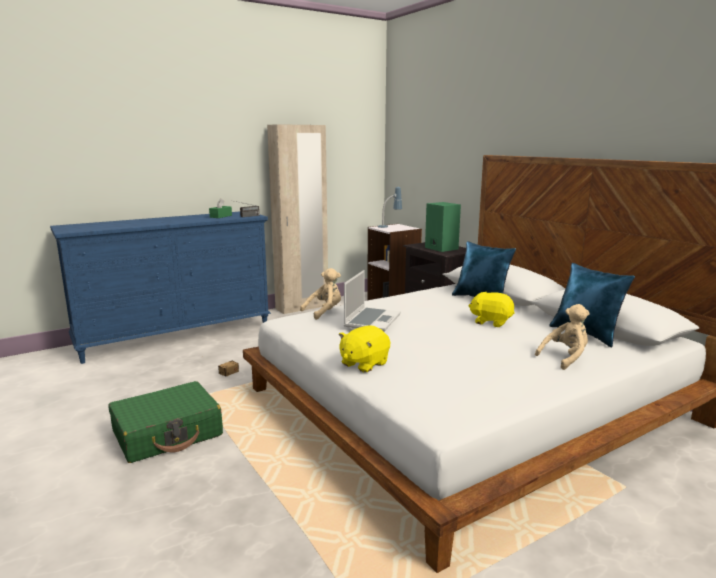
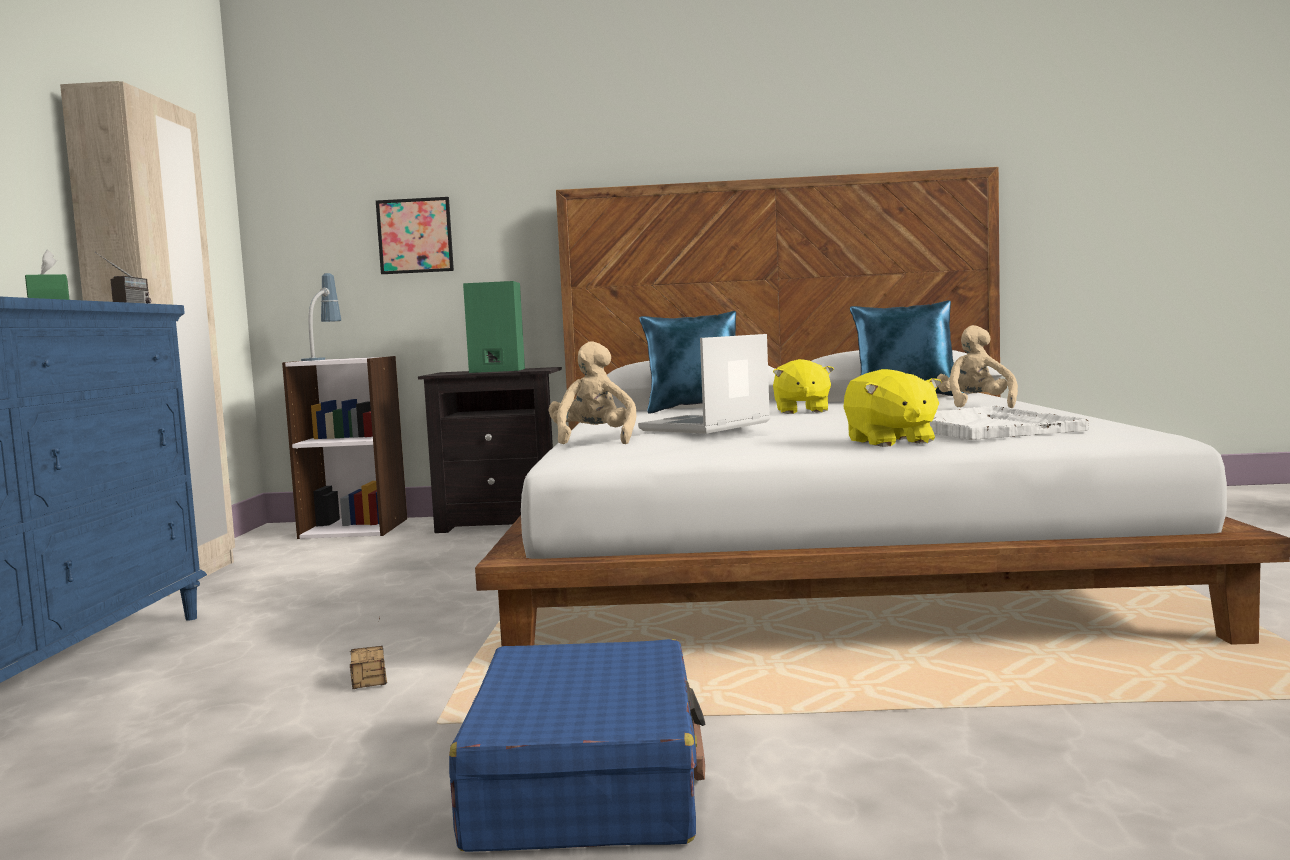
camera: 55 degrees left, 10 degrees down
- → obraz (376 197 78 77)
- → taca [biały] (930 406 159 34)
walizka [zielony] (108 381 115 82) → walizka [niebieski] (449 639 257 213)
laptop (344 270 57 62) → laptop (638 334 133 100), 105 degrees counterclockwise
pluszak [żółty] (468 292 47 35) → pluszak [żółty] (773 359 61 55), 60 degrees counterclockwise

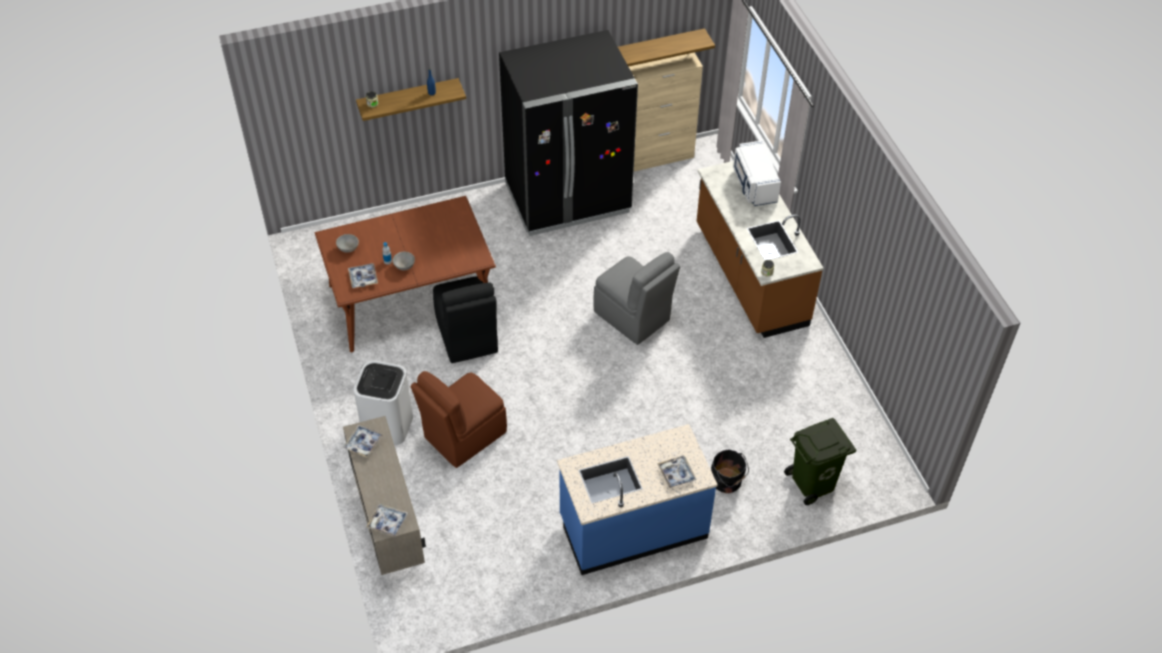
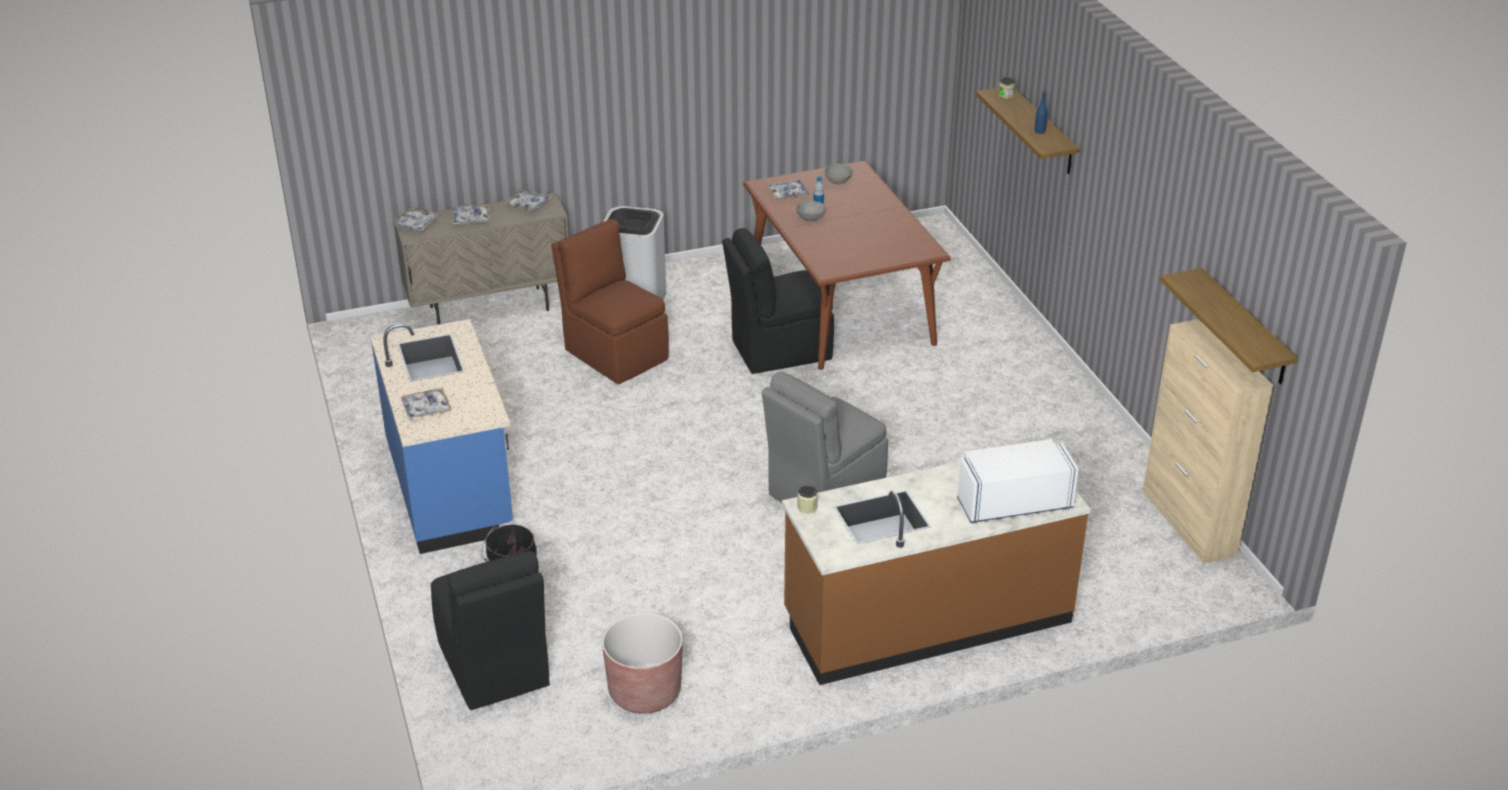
camera: 90 degrees right, 15 degrees down
lodówka [czarny] (499 30 139 206) → -
- → taca (452 205 37 19)
- → donica [brązowy] (602 613 81 101)
kosz na śmieci [zielony] (784 418 72 87) → krzesło [czarny] (431 551 119 159)

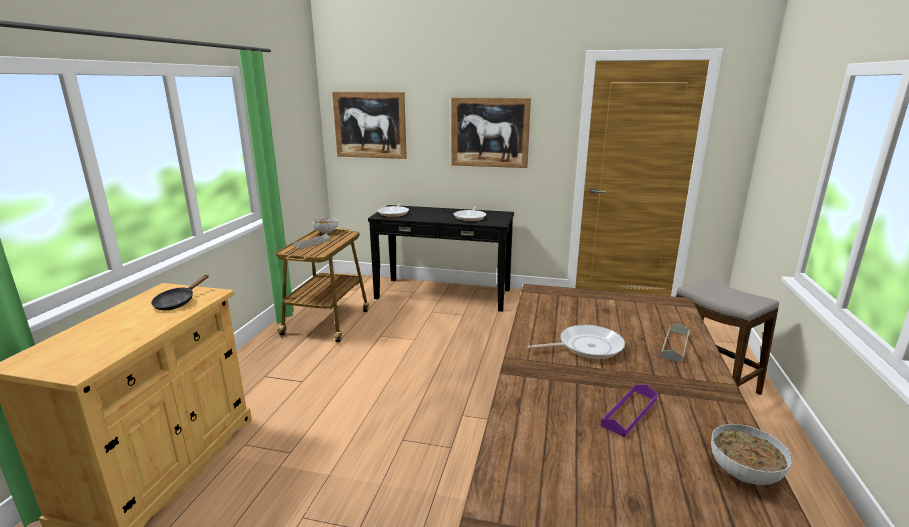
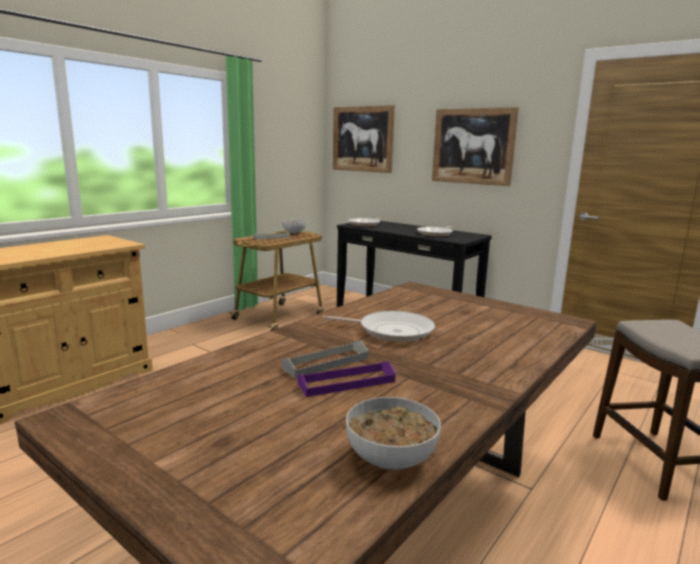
camera: 25 degrees right, 5 degrees down
patelnia [czarny] (151 275 58 35) → -
taca [szary] (661 324 29 38) → taca [szary] (281 340 88 38), shifted

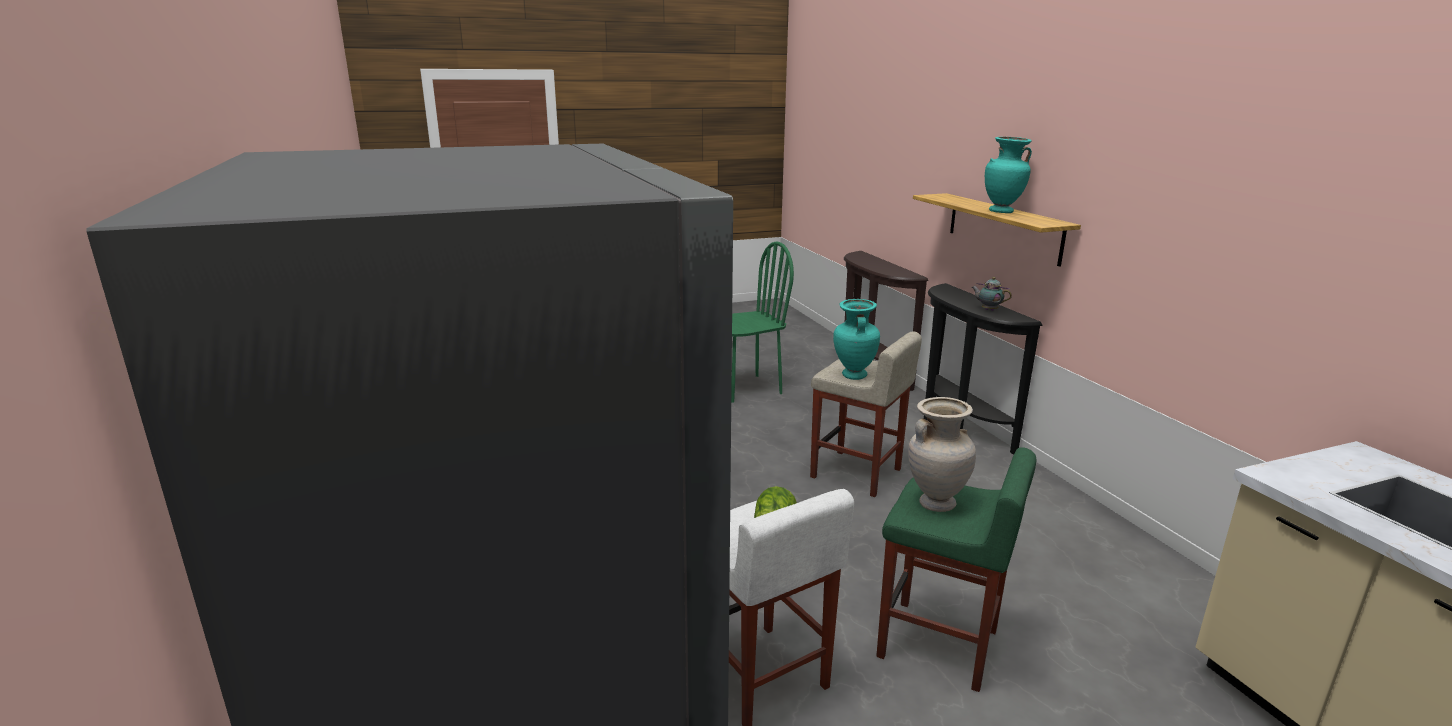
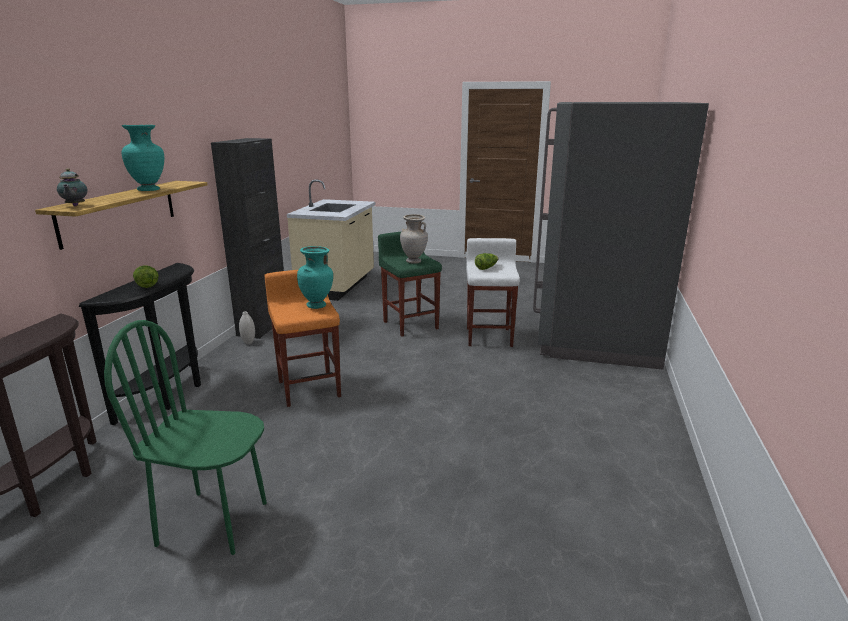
camera: 145 degrees left, 0 degrees up
- → sałata (133 265 26 23)
- → szafka [czarny] (211 138 73 201)
- → wazon [biały] (239 311 16 33)
imbryk (971 277 41 34) → imbryk (57 168 31 38), shifted
stołek [beżowy] (810 331 112 166) → stołek [pomarańczowy] (265 269 76 138)

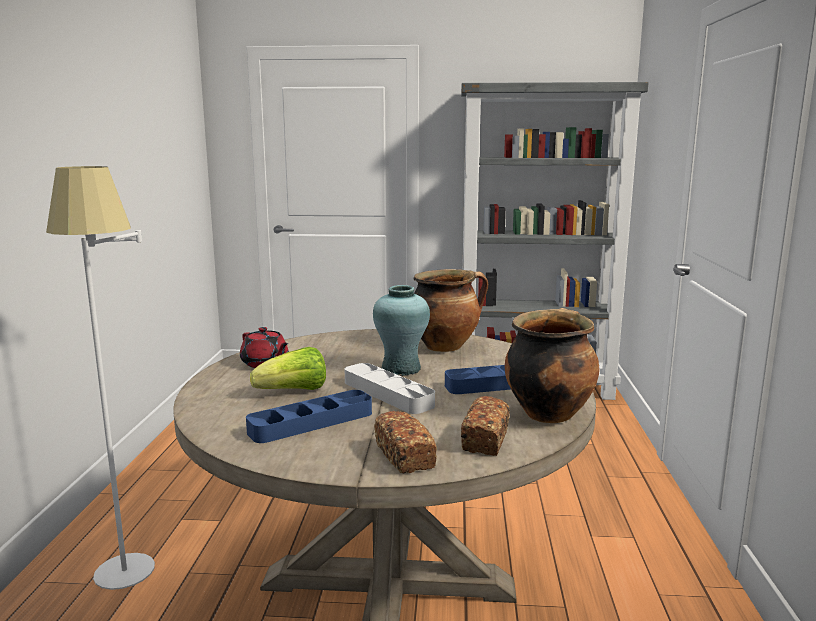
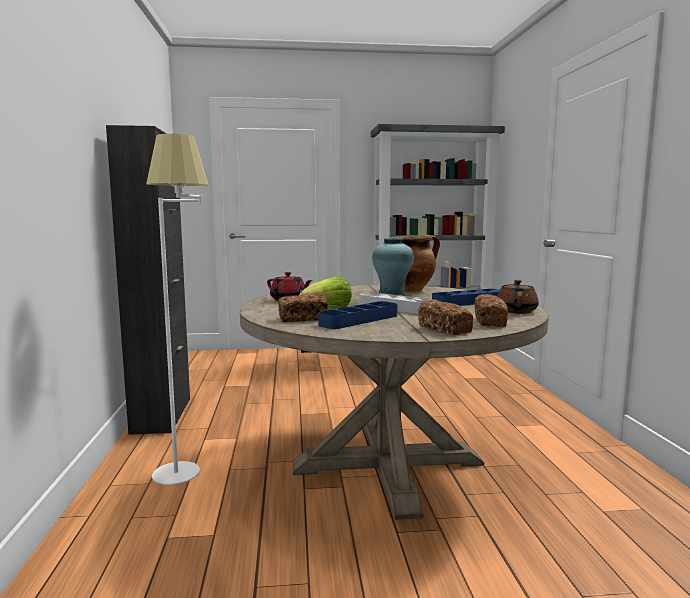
camera: 10 degrees left, 5 degrees down
- → szafka [czarny] (106 125 84 310)
- → chleb (278 293 50 29)
garnek (505 308 95 115) → imbryk [brązowy] (497 280 42 34)

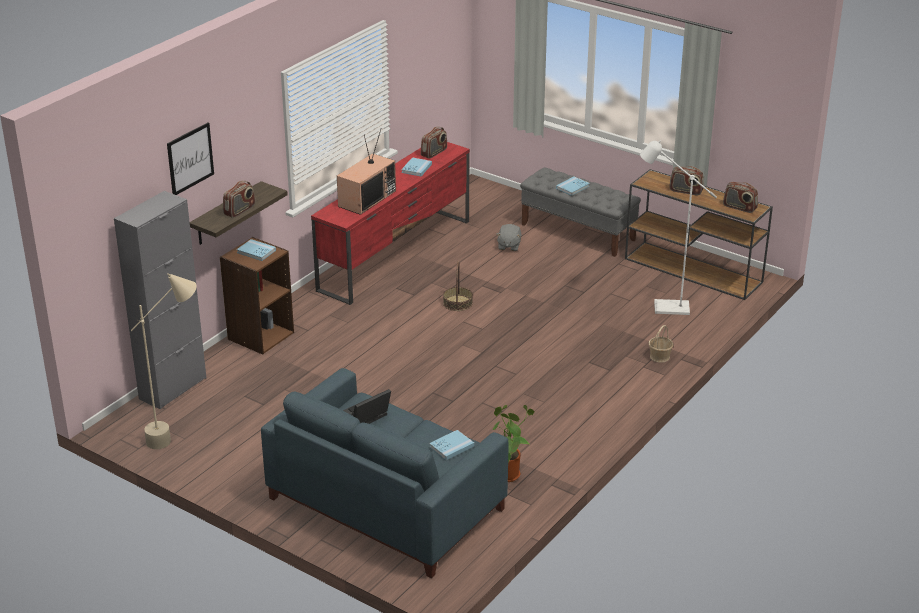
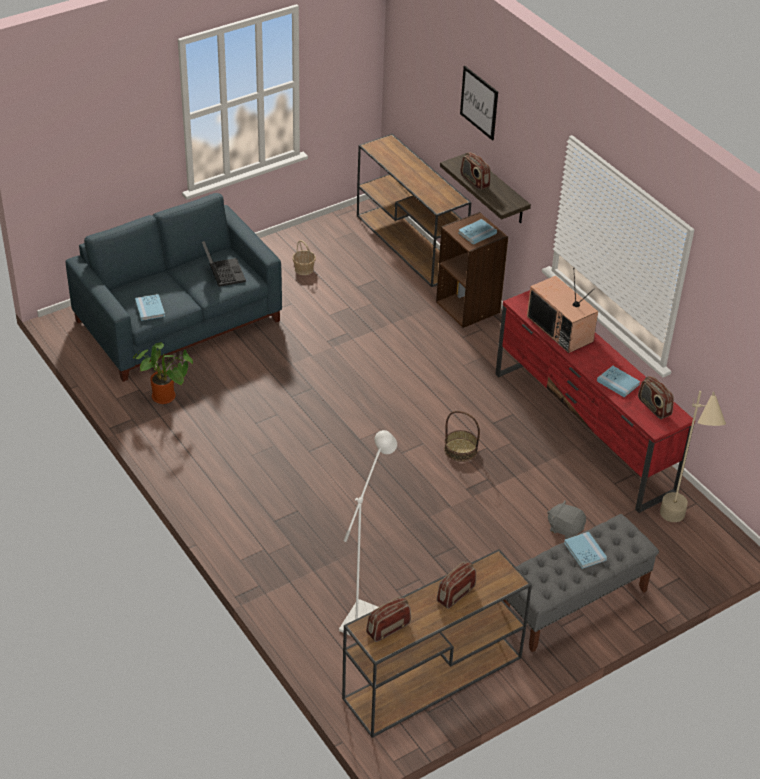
camera: 110 degrees right, 10 degrees up
lampa stojąca [beżowy] (131 273 66 176) → lampa stojąca [beżowy] (660 391 66 131), shifted
koszyk (649 325 25 38) → koszyk (292 240 24 35), shifted
szafka [szary] (114 191 92 219) → stolik konsolowy [brązowy] (357 134 114 153)

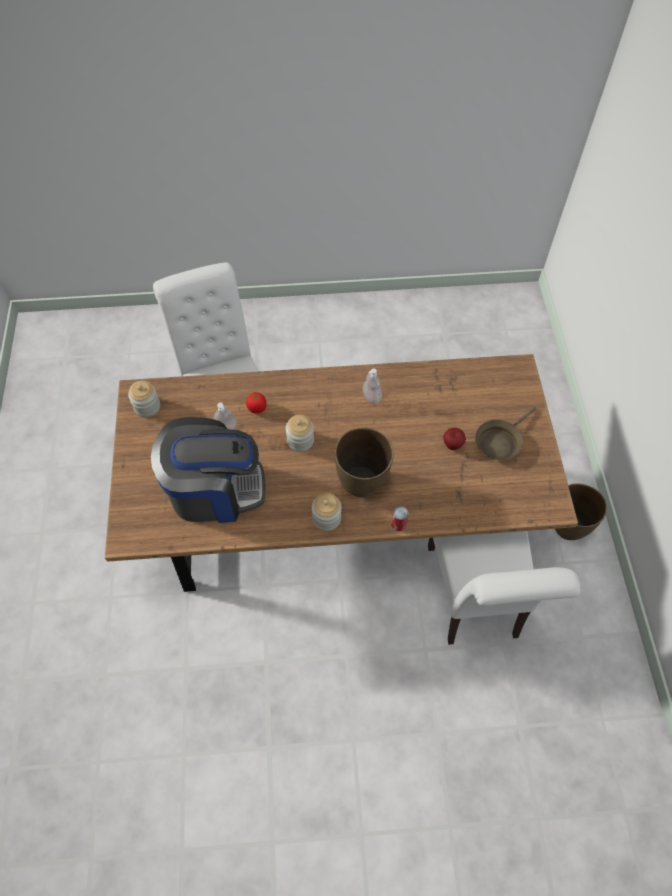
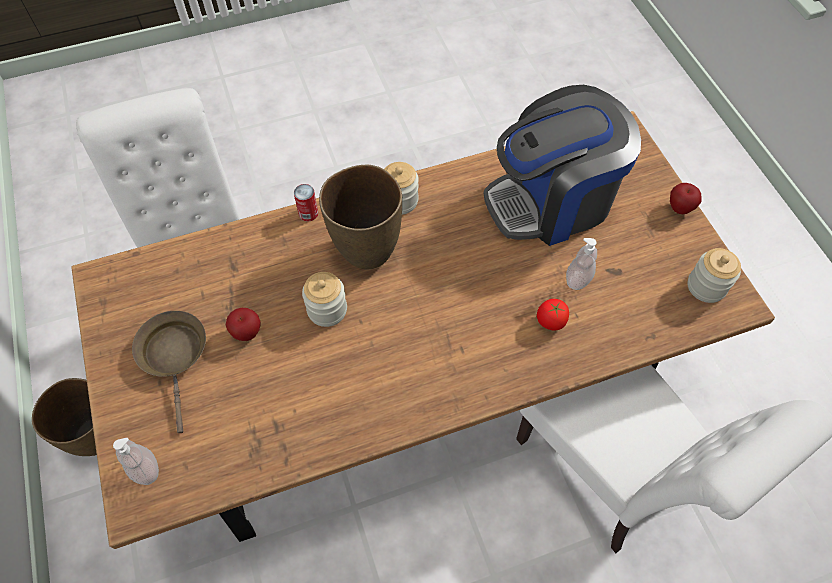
camera: 165 degrees right, 0 degrees up
- → jabłko (670 183 32 31)
słoik (286 415 28 37) → słoik (302 272 45 55), shifted
dozownik mydła (363 369 19 35) → dozownik mydła (113 438 46 47), shifted
patelnia [brązowy] (475 407 61 53) → patelnia [brązowy] (132 311 74 122), 45 degrees counterclockwise

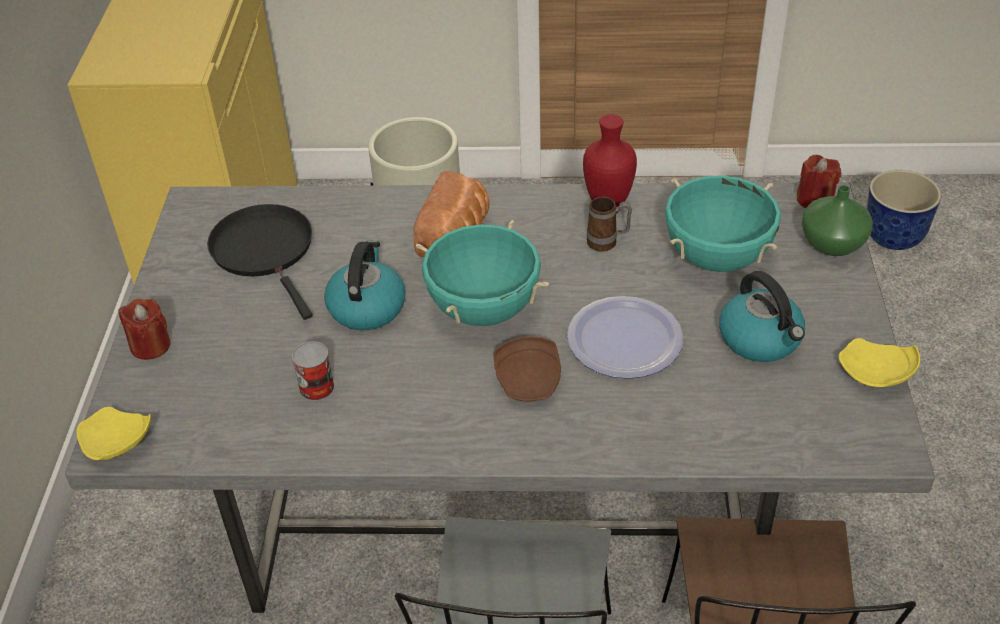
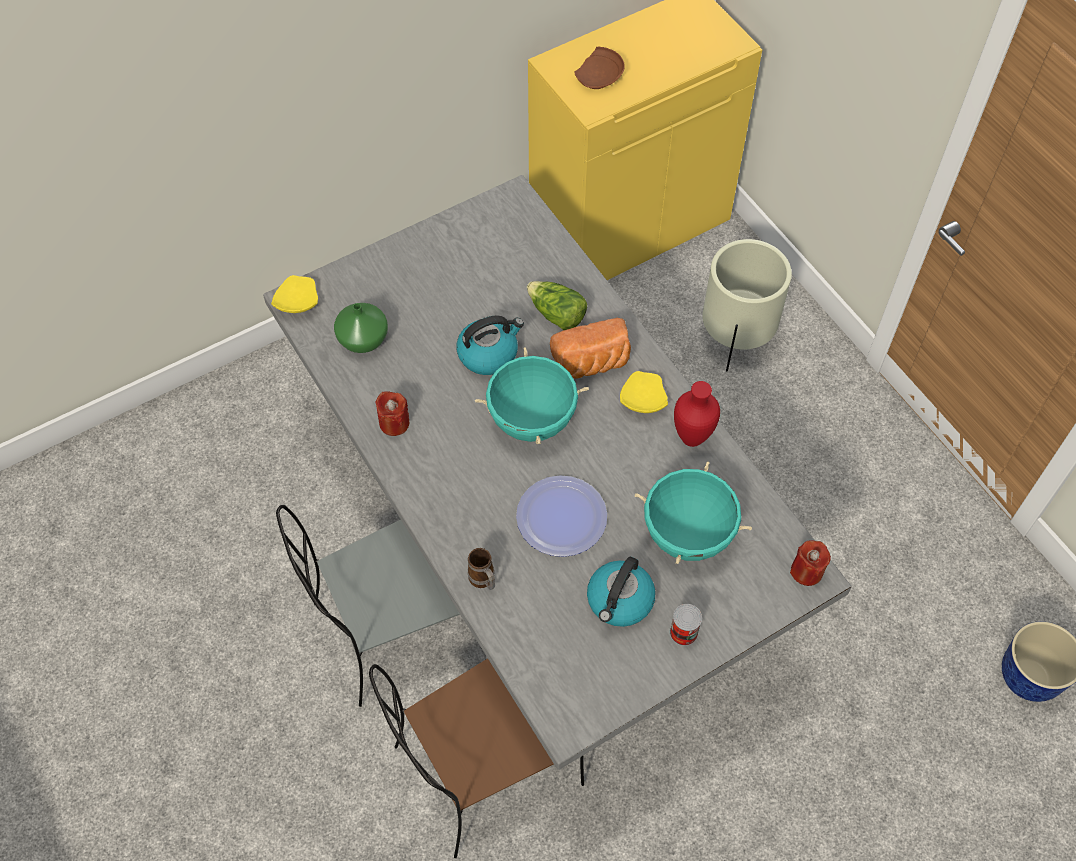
camera: 55 degrees right, 15 degrees up
patelnia [czarny] (207 204 106 116) → -
- → sałata (527 281 60 49)
świeca [czerwony] (118 299 53 61) → świeca [czerwony] (375 391 34 45), shifted
puszka (292 341 42 60) → puszka (670 604 32 42), shifted
talerz [brązowy] (494 336 67 66) → talerz [brązowy] (574 47 51 42), shifted
kubek (587 197 45 55) → kubek (468 548 27 42), shifted
wazon [zielony] (802 185 71 71) → wazon [zielony] (334 303 54 50), shifted
talerz [żółty] (839 338 81 49) → talerz [żółty] (620 371 48 42), shifted

